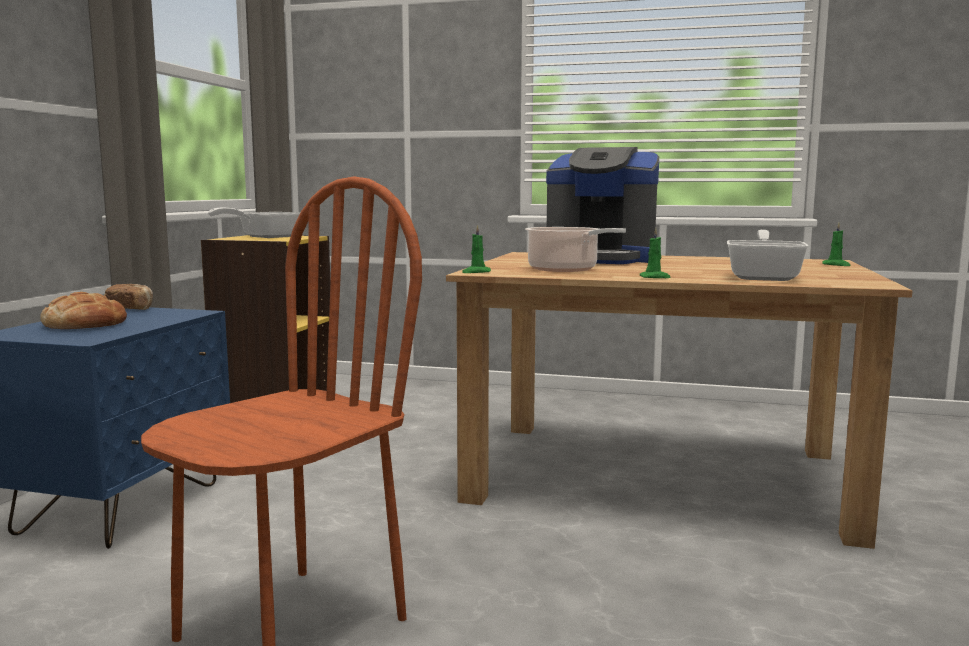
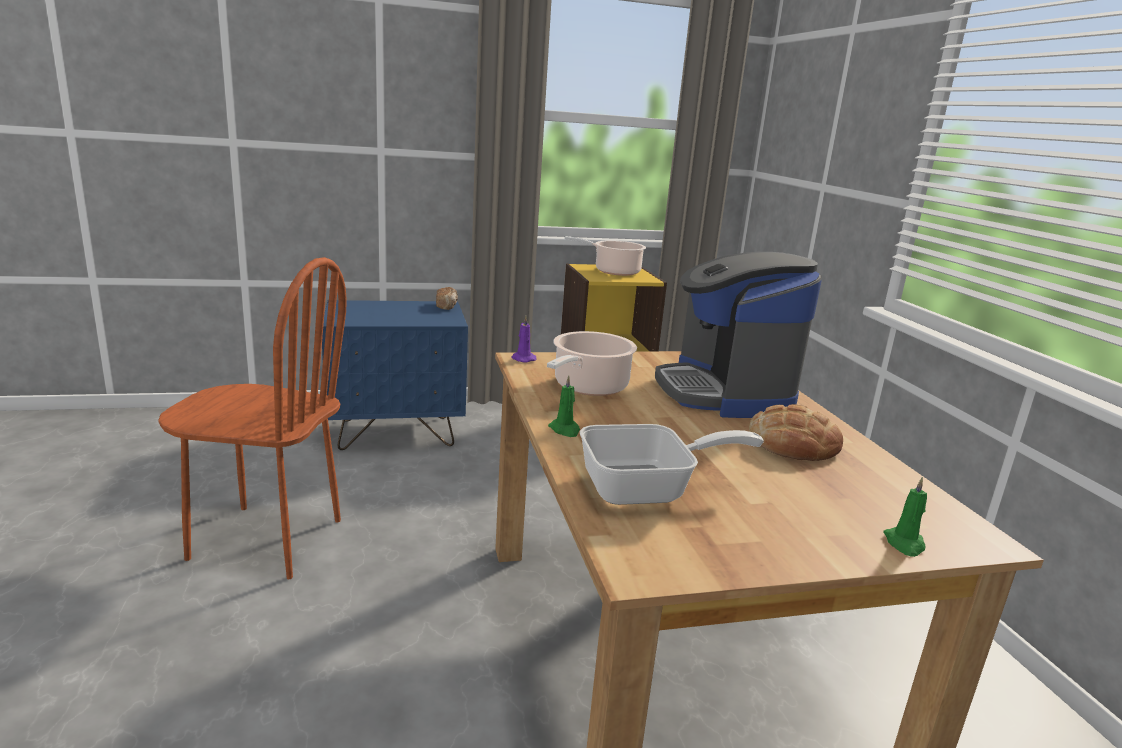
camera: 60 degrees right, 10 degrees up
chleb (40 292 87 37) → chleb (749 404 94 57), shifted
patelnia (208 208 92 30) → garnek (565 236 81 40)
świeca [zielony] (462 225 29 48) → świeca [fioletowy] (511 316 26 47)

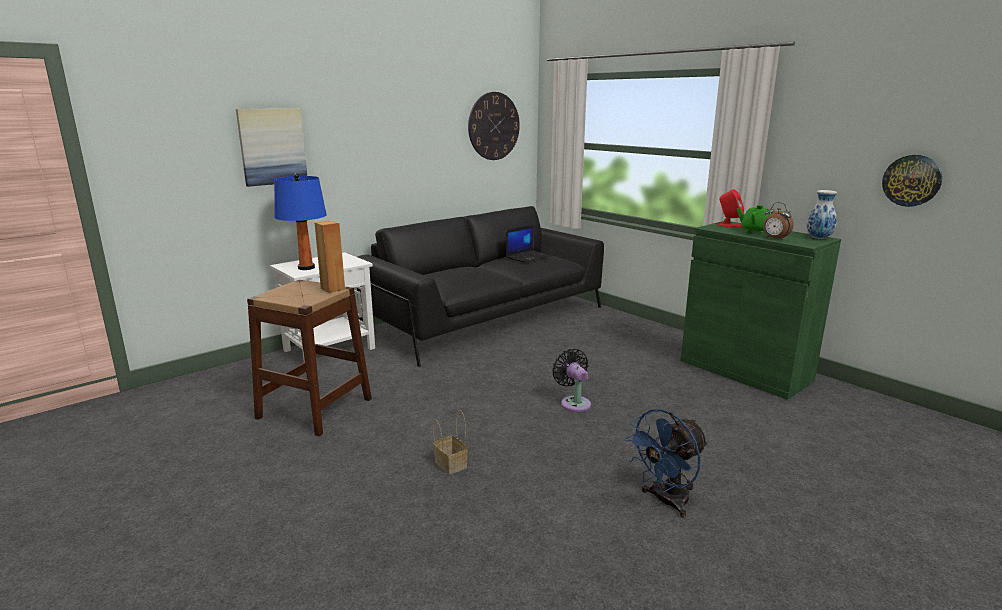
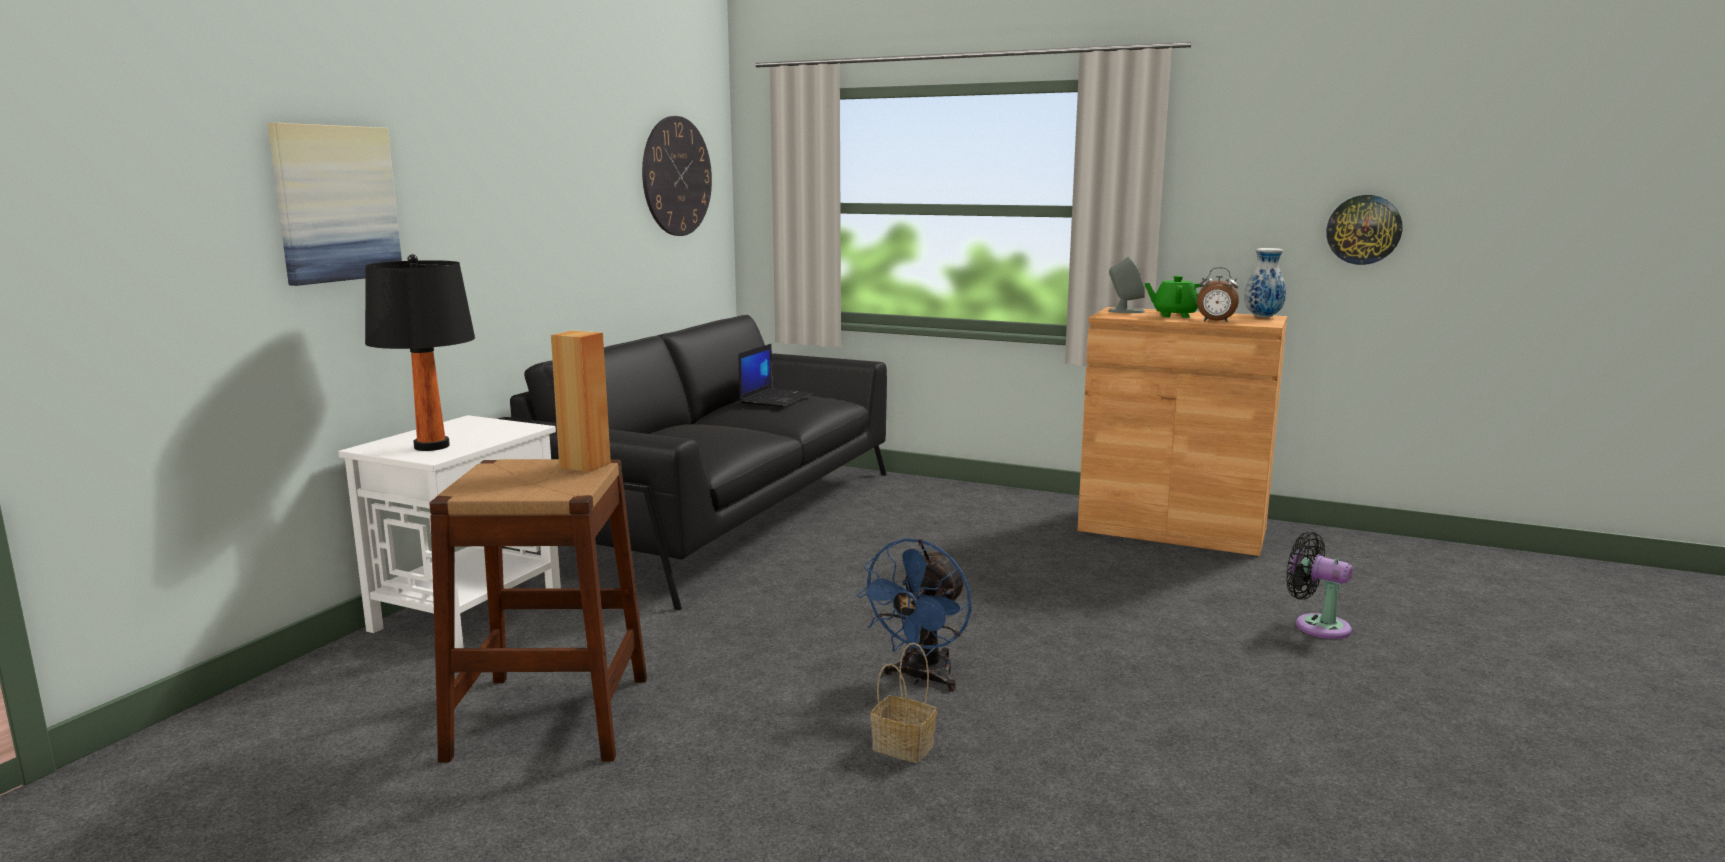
camera: 25 degrees left, 5 degrees down
wentylator [czarny] (552 349 39 63) → wentylator [czarny] (1286 532 67 107), shifted
wentylator [niebieski] (625 409 83 109) → wentylator [niebieski] (856 538 115 153), shifted
lampa stołowa [niebieski] (274 174 53 96) → lampa stołowa [czarny] (365 254 110 197)
szafka [zielony] (681 221 160 179) → szafka [brązowy] (1078 307 209 249)
głośnik [czerwony] (717 189 27 39) → głośnik [szary] (1108 256 37 57)

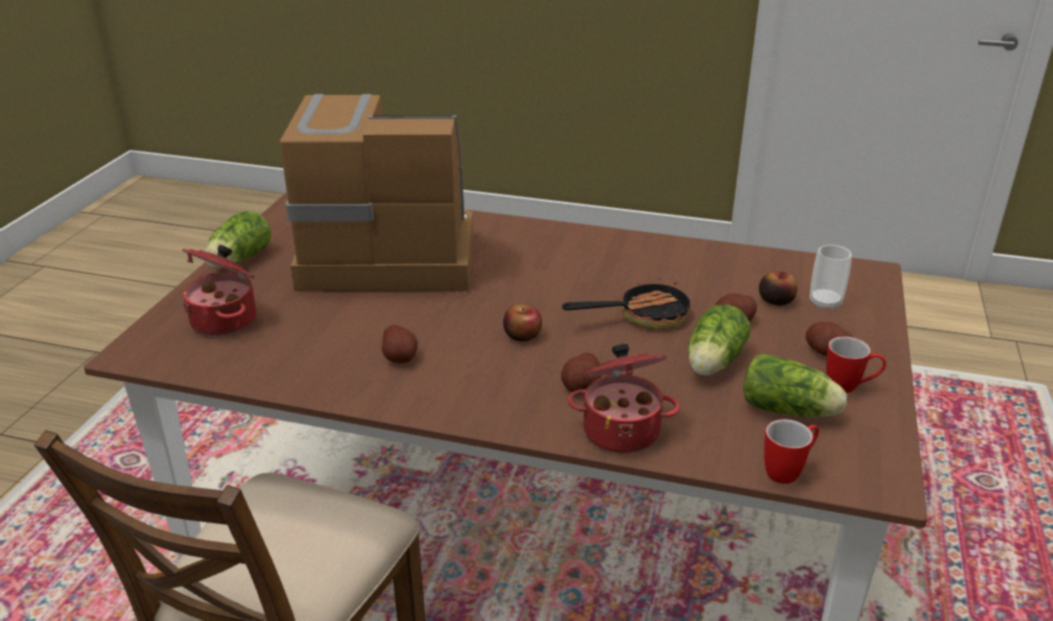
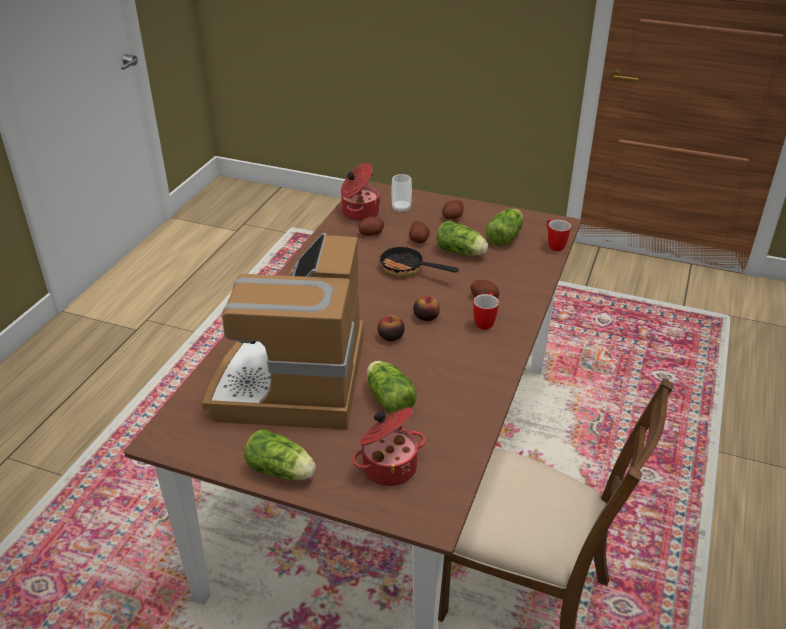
camera: 85 degrees left, 5 degrees up
- → sałata (367 361 50 53)
ziemniak (382 325 36 38) → ziemniak (358 217 26 19), shifted
garnek (568 344 112 109) → garnek (341 163 40 58), shifted
jabłko (759 271 39 35) → jabłko (378 315 27 26), shifted
kubek (826 337 60 56) → kubek (473 293 26 37), shifted
patelnia (562 278 128 52) → patelnia (378 242 81 35), 45 degrees counterclockwise

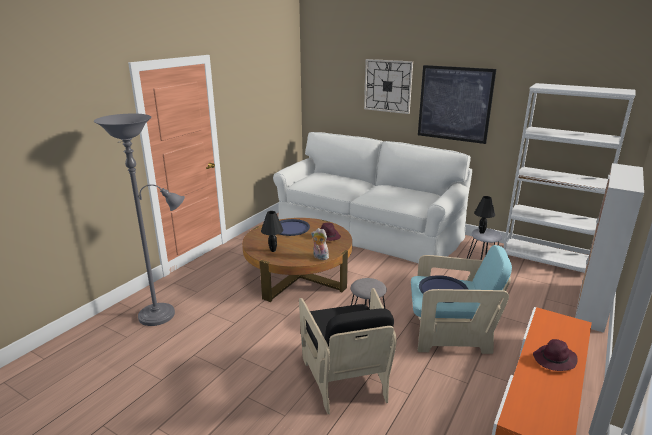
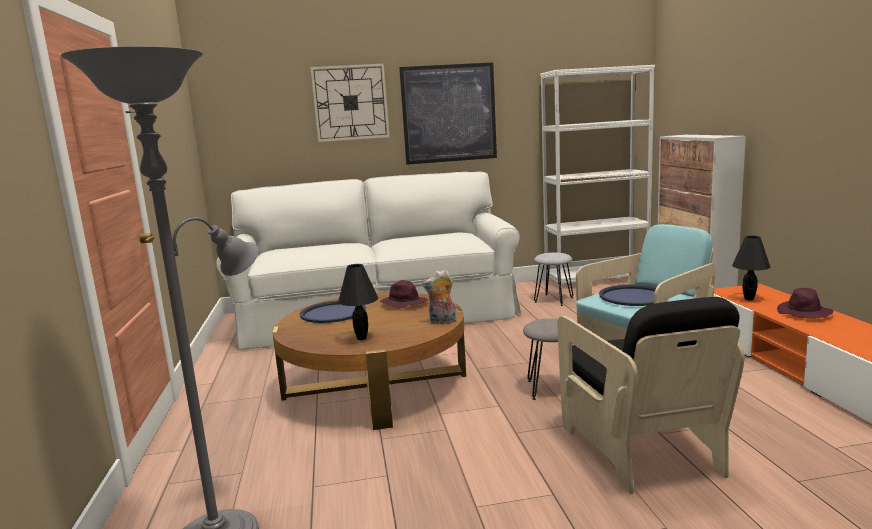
camera: 40 degrees left, 10 degrees down
lampa stołowa [czarny] (474 196 21 38) → lampa stołowa [czarny] (732 236 38 65), shifted
fotel [czarny] (299 288 98 126) → fotel [czarny] (557 297 188 197), 45 degrees clockwise

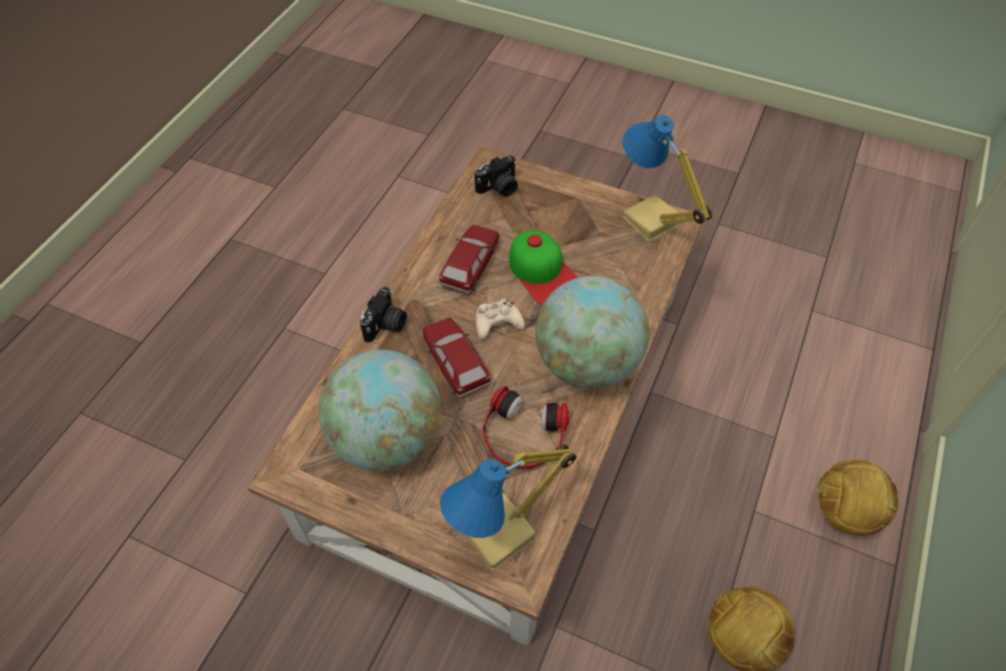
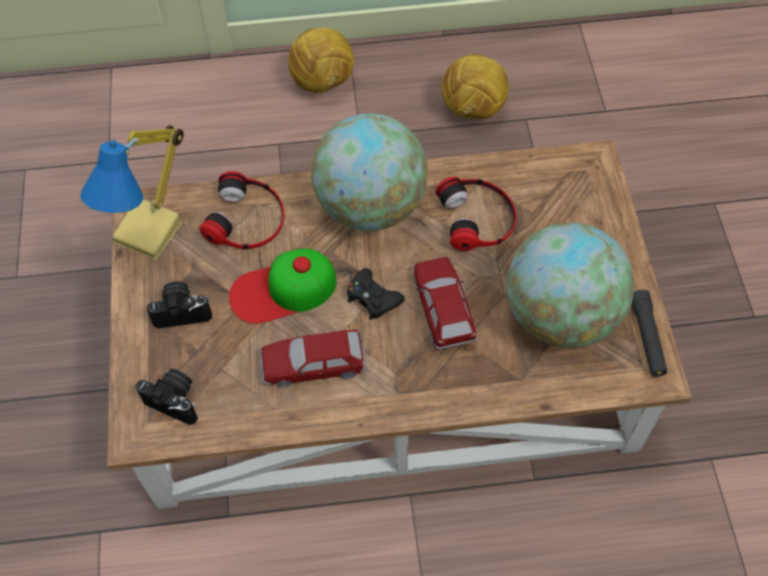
camera: 120 degrees left, 5 degrees up
lampa stołowa (440 444 137 127) → -
- → słuchawki (200 171 84 78)
- → latarka [czarny] (632 290 36 87)
aparat fotograficzny (360 287 47 56) → aparat fotograficzny (147 282 65 47), shifted
pad do gier [beżowy] (475 299 50 40) → pad do gier [czarny] (347 268 58 52)
samochodzik (421 317 71 80) → samochodzik (413 257 65 92), 135 degrees clockwise
czapka z daszkiem (509 230 69 75) → czapka z daszkiem (229 248 108 76), 135 degrees counterclockwise

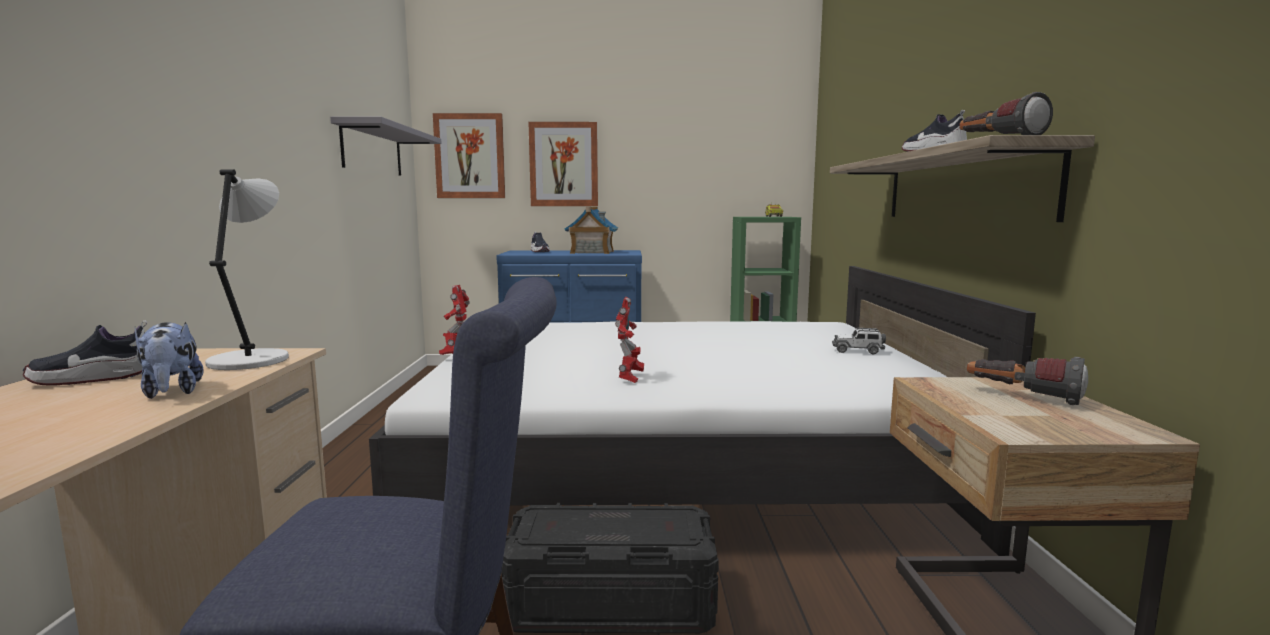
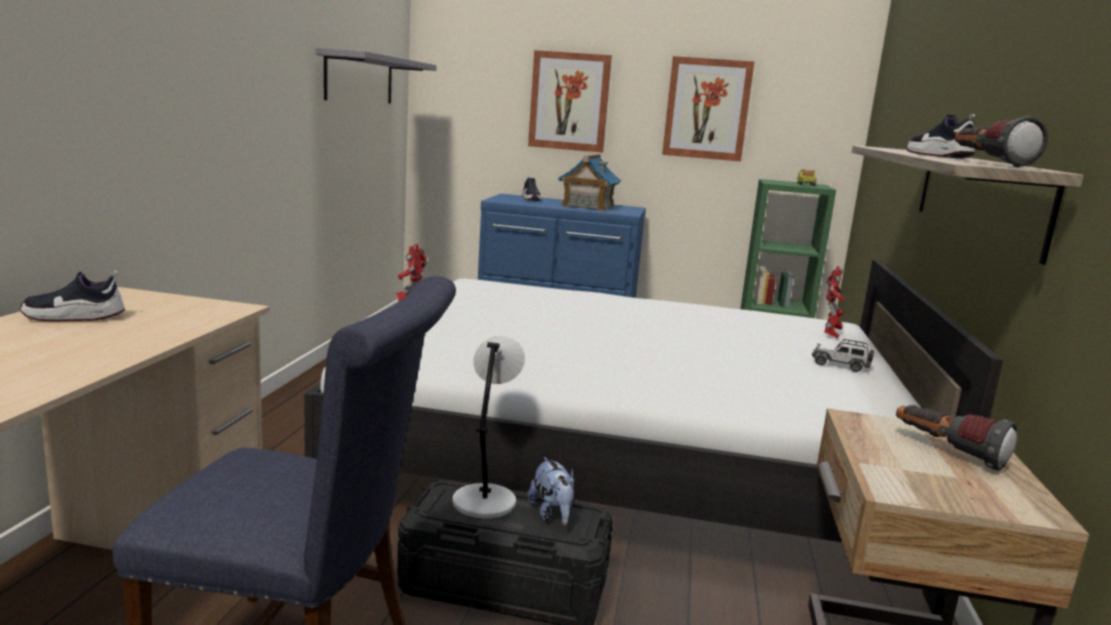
camera: 10 degrees right, 5 degrees up
pluszak (135 322 69 77) → pluszak (528 457 46 68), shifted
lampa stołowa [szary] (205 169 84 201) → lampa stołowa [szary] (452 336 73 183), shifted
obraz (433 113 72 85) → obraz (662 56 92 106), shifted
robot zabawkowy (615 297 29 86) → robot zabawkowy (824 266 20 72), shifted

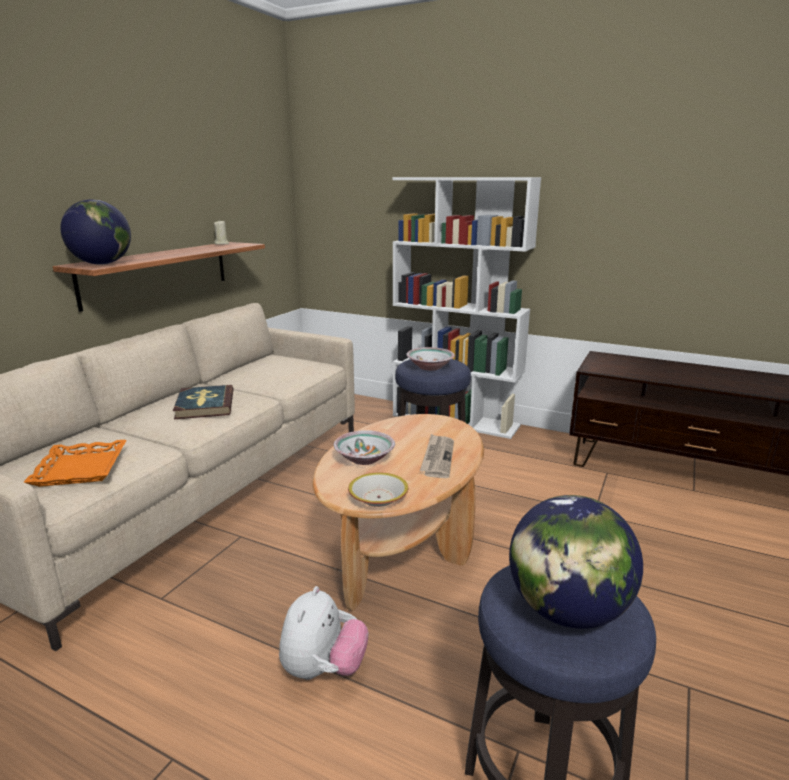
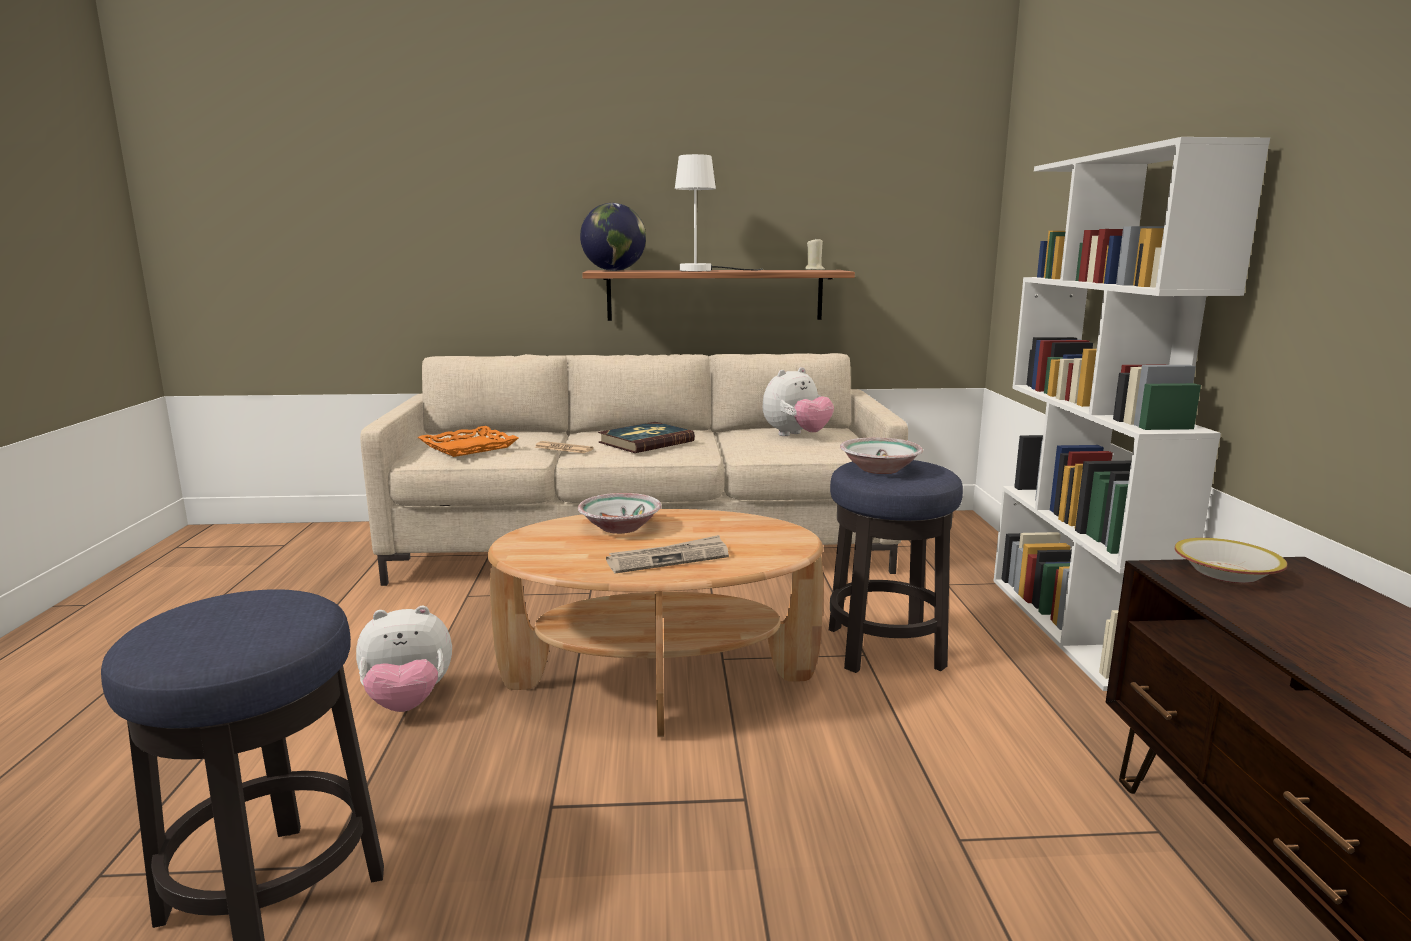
camera: 60 degrees right, 5 degrees down
globus (509 495 134 134) → -
- → gazeta (534 441 59 12)
- → lampa stołowa [biały] (675 154 88 117)
- → pluszak (763 367 71 69)
miska (348 472 60 35) → miska (1174 538 113 45), shifted

